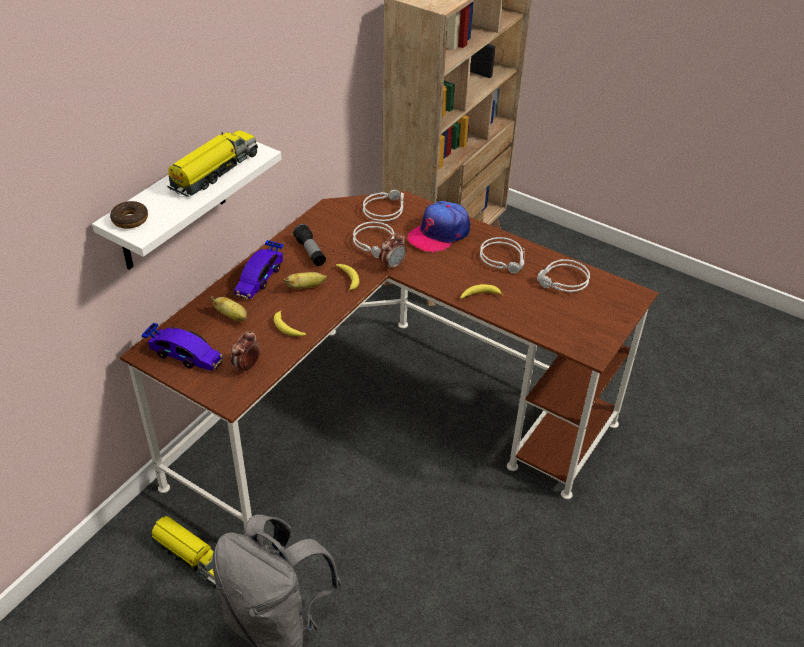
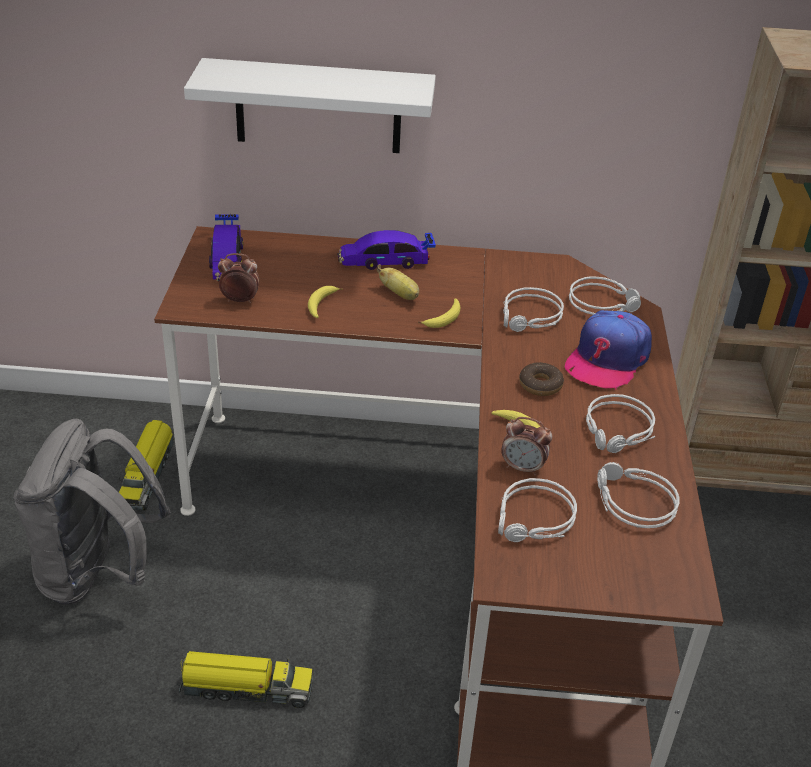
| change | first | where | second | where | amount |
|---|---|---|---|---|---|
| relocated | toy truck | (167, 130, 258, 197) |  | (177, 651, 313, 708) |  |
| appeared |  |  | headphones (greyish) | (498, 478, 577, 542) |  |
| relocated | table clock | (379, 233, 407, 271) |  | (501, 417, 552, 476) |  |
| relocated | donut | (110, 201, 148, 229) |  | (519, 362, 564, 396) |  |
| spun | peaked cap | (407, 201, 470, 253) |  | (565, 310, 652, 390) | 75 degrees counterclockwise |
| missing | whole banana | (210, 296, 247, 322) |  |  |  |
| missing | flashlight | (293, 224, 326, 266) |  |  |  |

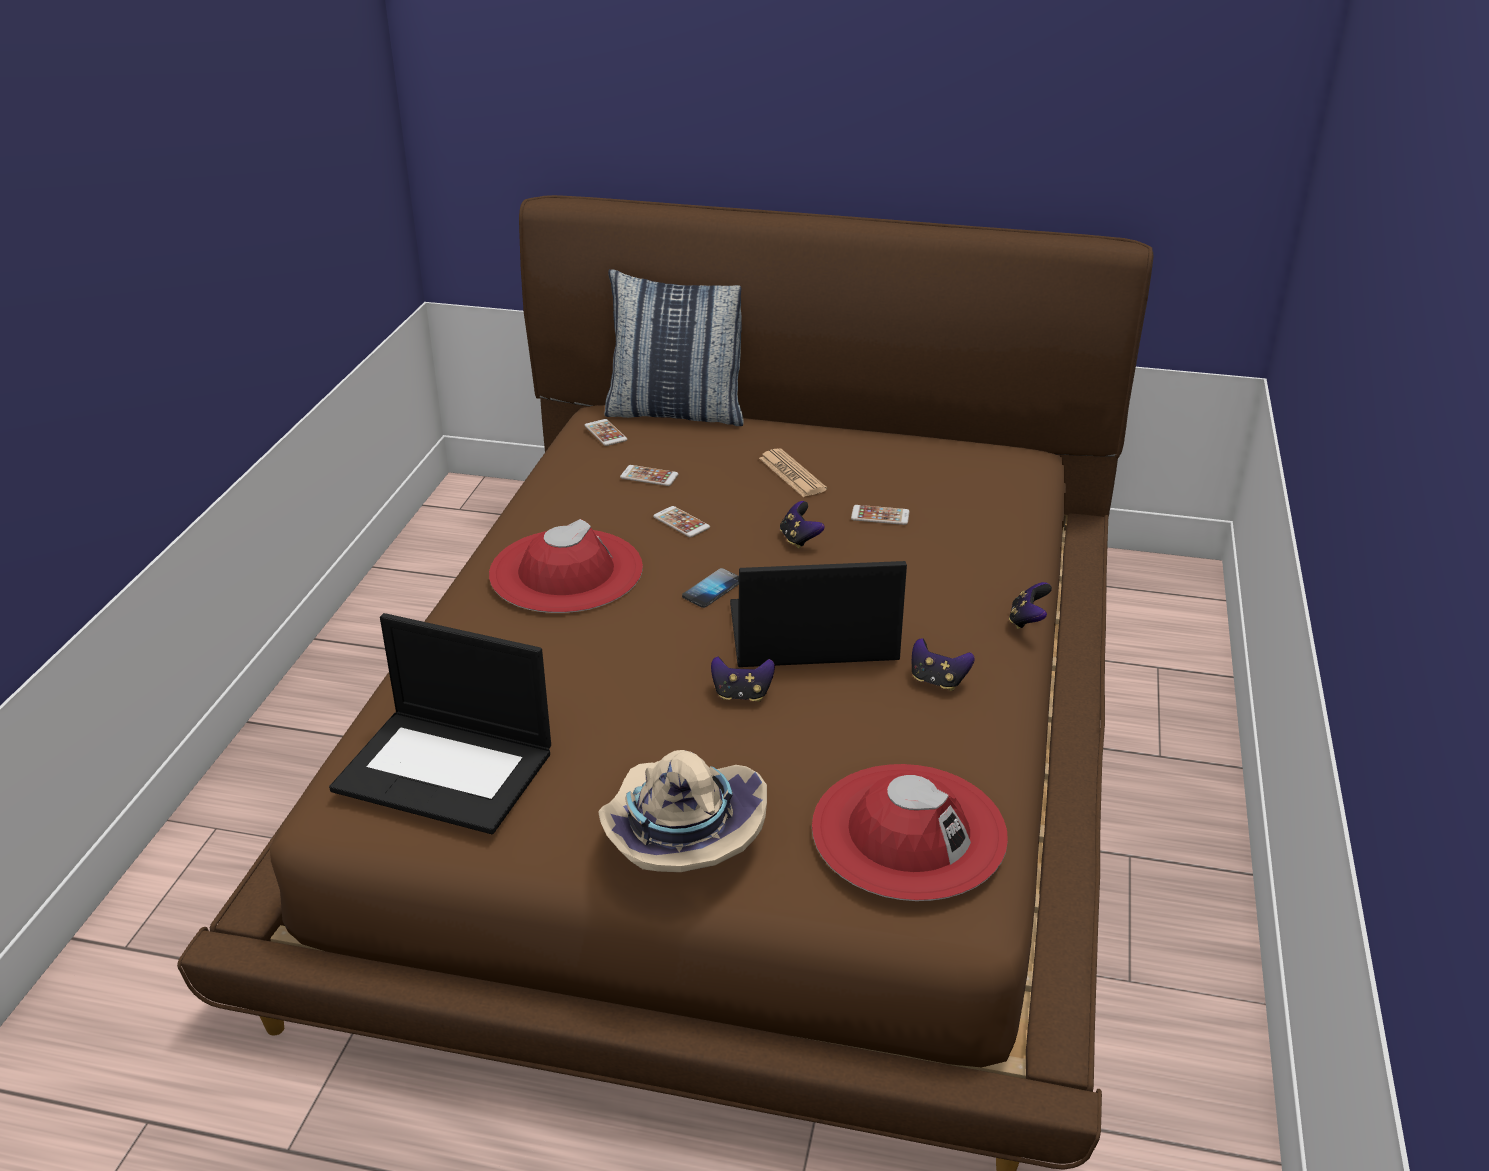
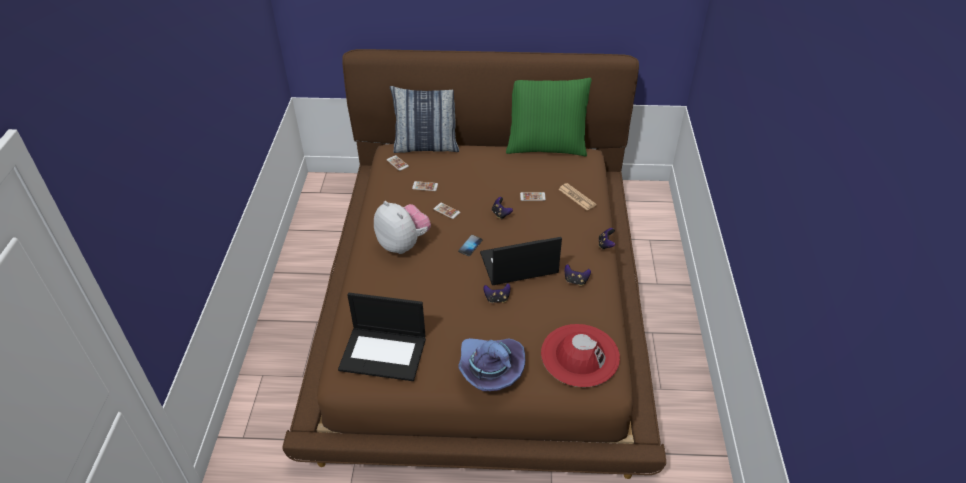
| change | first | where | second | where | amount |
|---|---|---|---|---|---|
| exchanged | wearable hat (reddish) | (489, 519, 643, 613) | cuddly toy | (374, 201, 431, 254) |  |
| colour | wearable hat (beige-coloured) | (598, 750, 767, 872) | wearable hat (purple) | (459, 338, 525, 391) |  |
| appeared |  |  | pillow (green) | (506, 78, 592, 156) |  |
| relocated | printed paper | (759, 448, 827, 497) |  | (558, 183, 596, 210) |  |

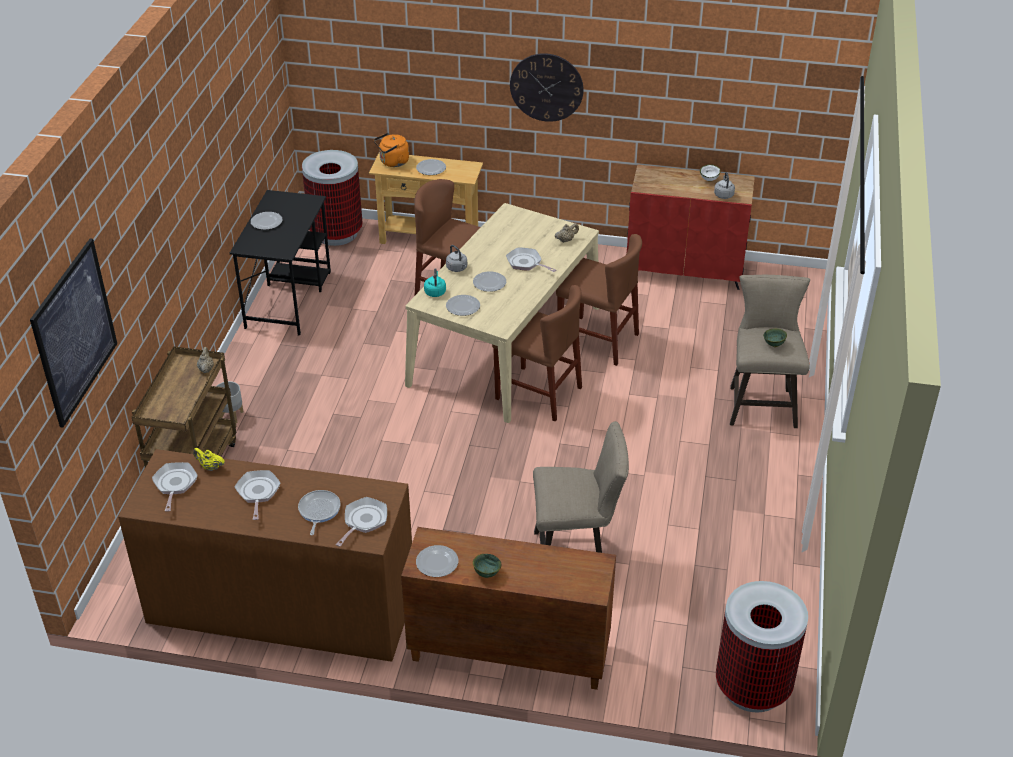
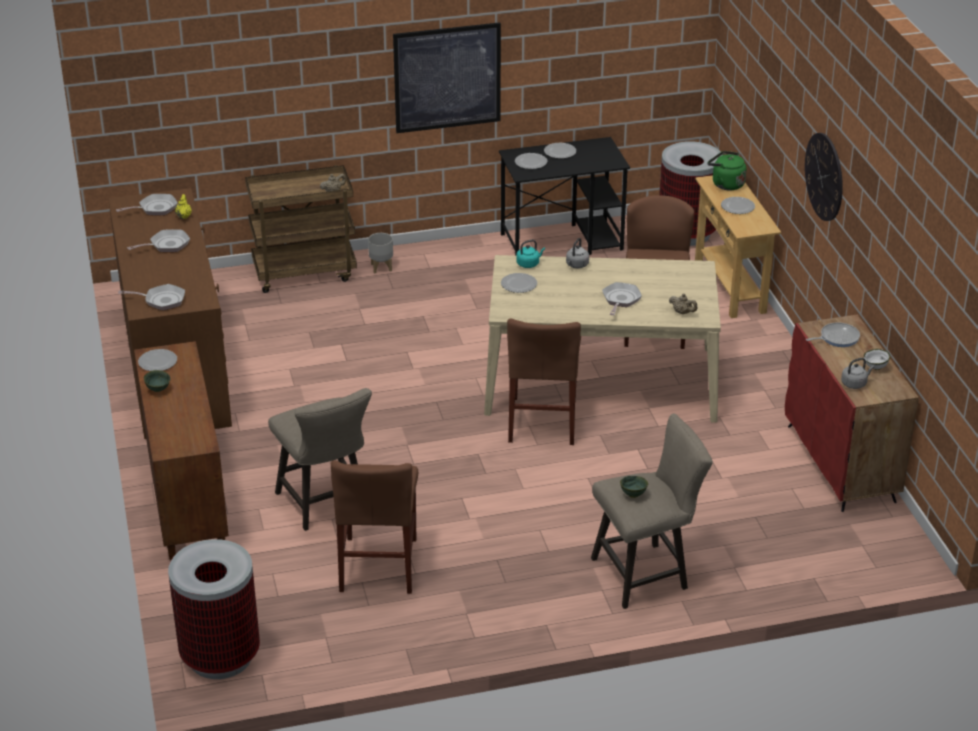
| change | first | where | second | where | amount |
|---|---|---|---|---|---|
| relocated | plain chair (brownish) | (556, 234, 642, 366) |  | (331, 460, 418, 594) |  |
| relocated | picture | (30, 238, 117, 428) |  | (393, 22, 501, 133) |  |
| relocated | dinner plate | (473, 271, 506, 292) |  | (515, 153, 547, 169) |  |
| colour | water kettle (orange) | (374, 133, 409, 167) | water kettle (green) | (708, 151, 746, 190) |  |
| relocated | frying pan | (298, 490, 341, 535) |  | (806, 322, 860, 347) |  |

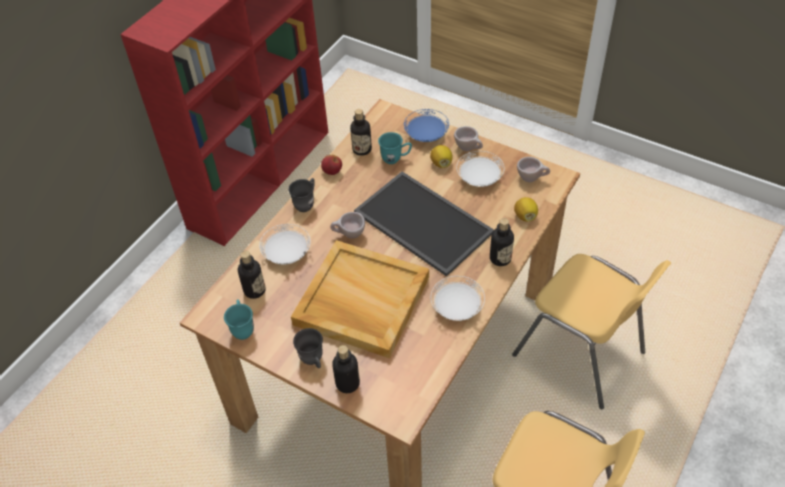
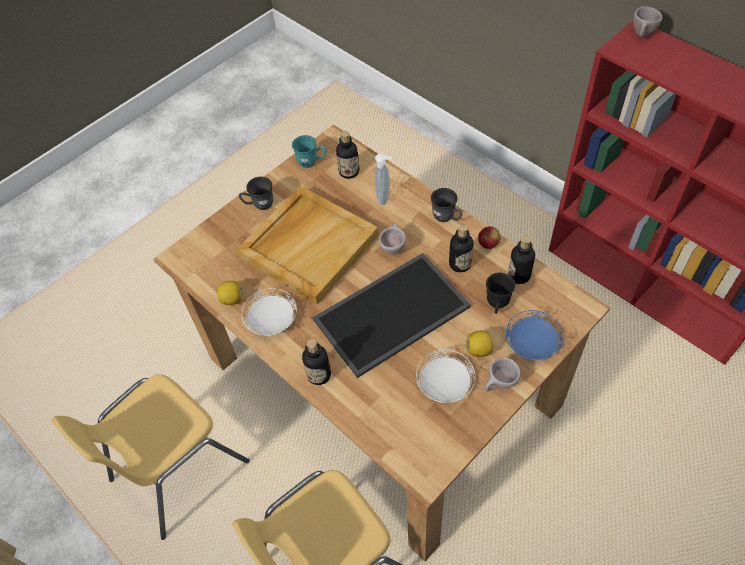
| change | first | where | second | where | amount |
|---|---|---|---|---|---|
| relocated | lemon | (514, 197, 538, 222) |  | (218, 281, 243, 305) |  |
| exchanged | dinner plate (white-coloured) | (259, 224, 310, 265) | soap dispenser | (375, 153, 392, 205) |  |
| relocated | drink bottle | (332, 345, 360, 393) |  | (449, 224, 474, 272) |  |
| colour | mug (turquoise-coloured) | (378, 132, 412, 164) | mug (black-coloured) | (486, 273, 515, 314) |  |
| relocated | cup (beige-coloured) | (517, 157, 550, 182) |  | (633, 6, 662, 37) |  |

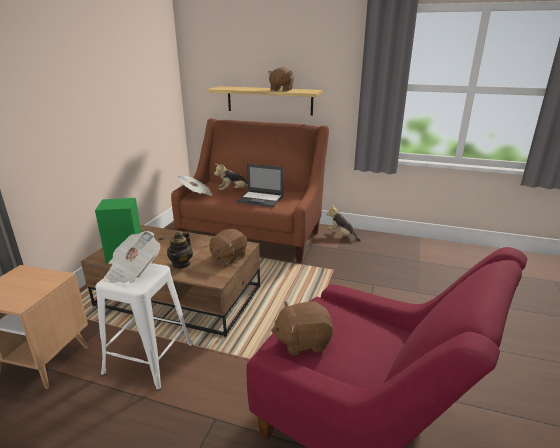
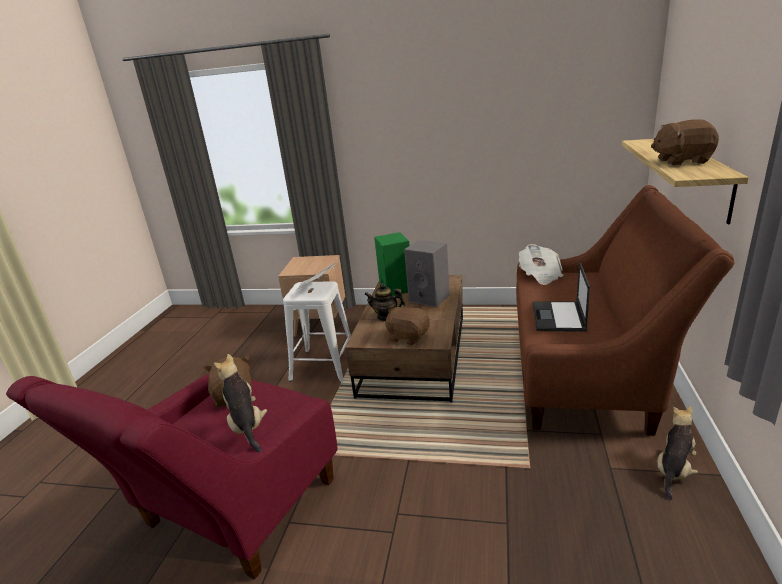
| change | first | where | second | where | amount |
|---|---|---|---|---|---|
| relocated | cuddly toy | (214, 163, 248, 190) |  | (214, 354, 267, 453) |  |
| appeared |  |  | loudspeaker (greyish) | (404, 240, 450, 307) |  |

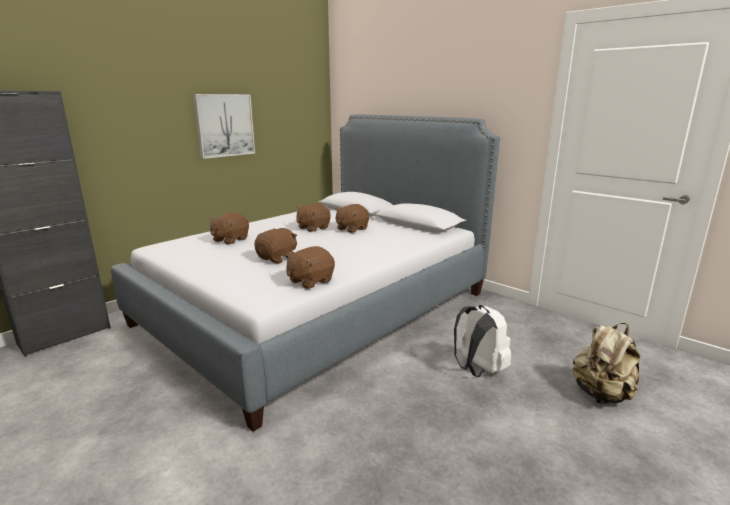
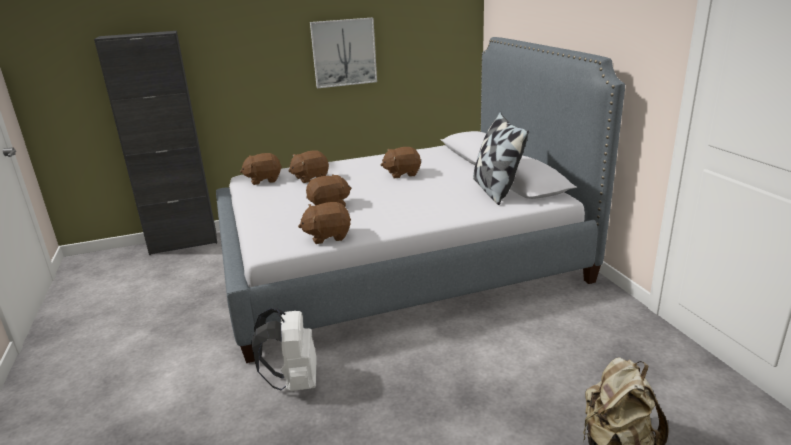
| change | first | where | second | where | amount |
|---|---|---|---|---|---|
| relocated | cuddly toy (brownish) | (335, 204, 369, 233) |  | (240, 153, 282, 185) |  |
| relocated | rucksack (white-coloured) | (454, 305, 511, 377) |  | (251, 308, 317, 391) |  |
| appeared |  |  | pillow | (473, 112, 529, 205) |  |

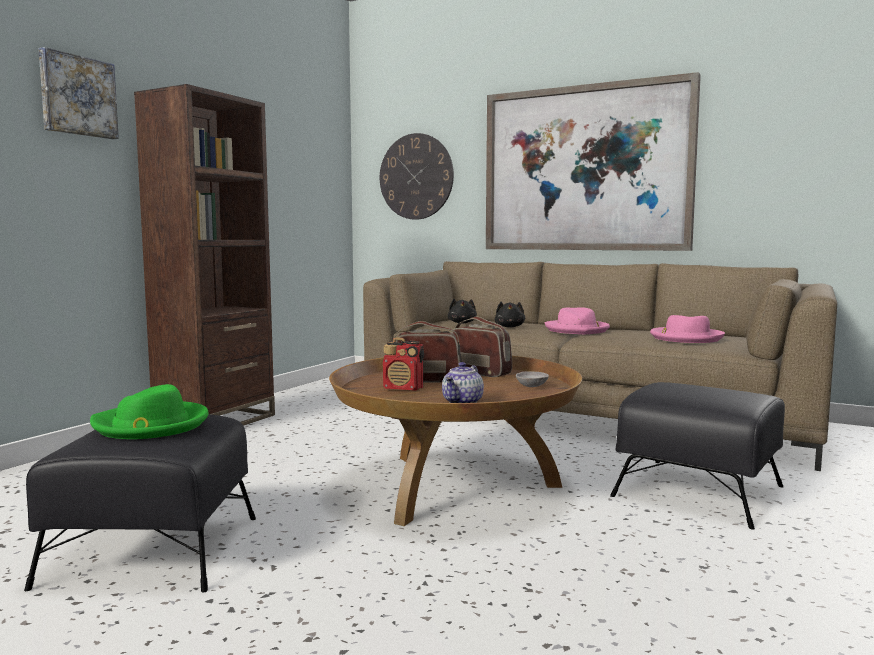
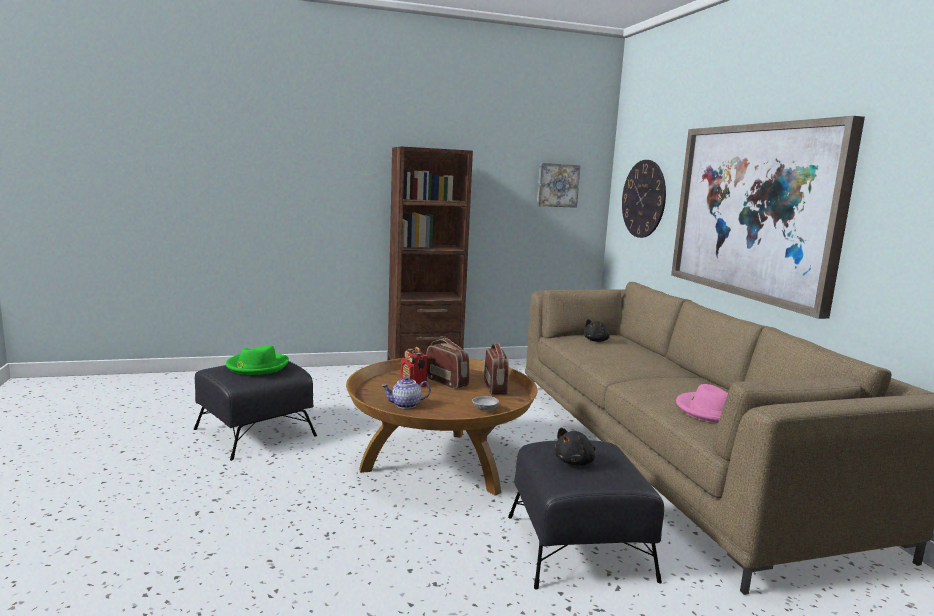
| change | first | where | second | where | amount |
|---|---|---|---|---|---|
| relocated | picture | (39, 47, 119, 139) |  | (537, 163, 580, 208) |  |
| relocated | cuddly toy (black-coloured) | (495, 301, 525, 328) |  | (554, 427, 595, 466) |  |
| missing | wearable hat (pink) | (545, 307, 610, 334) |  |  |  |

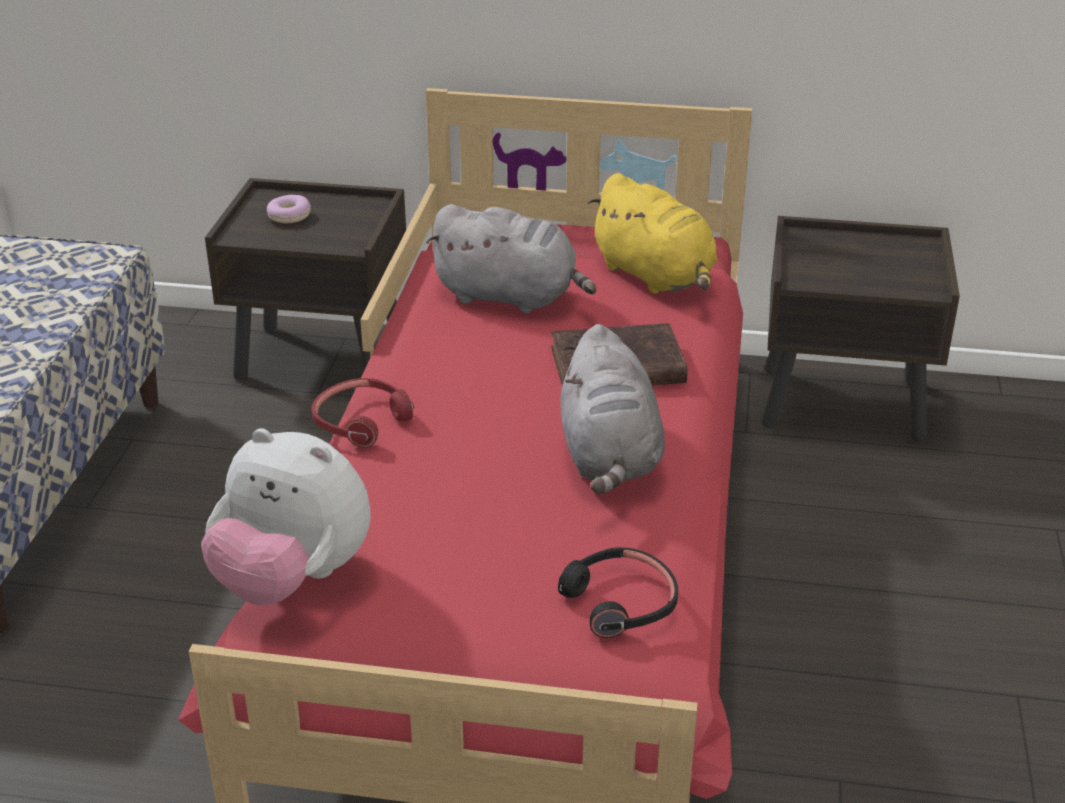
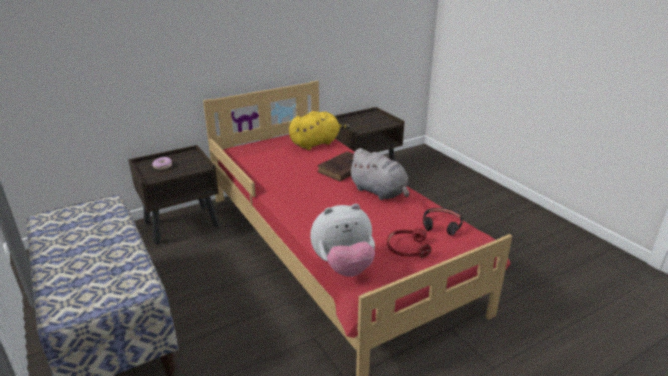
| change | first | where | second | where | amount |
|---|---|---|---|---|---|
| spun | cuddly toy (yellow-coloured) | (588, 173, 717, 294) |  | (289, 111, 350, 150) | 45 degrees counterclockwise |
| relocated | headphones (reddish) | (312, 378, 414, 448) |  | (387, 228, 431, 258) |  |
| missing | cuddly toy (greyish) | (426, 204, 596, 313) |  |  |  |

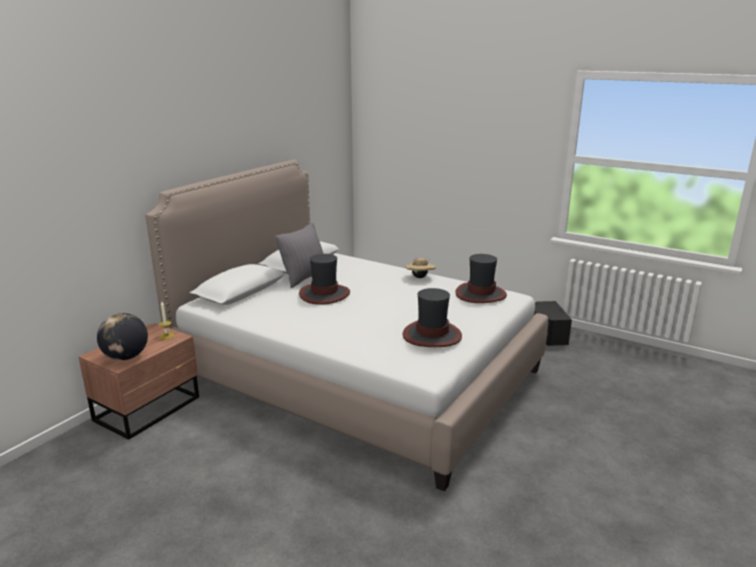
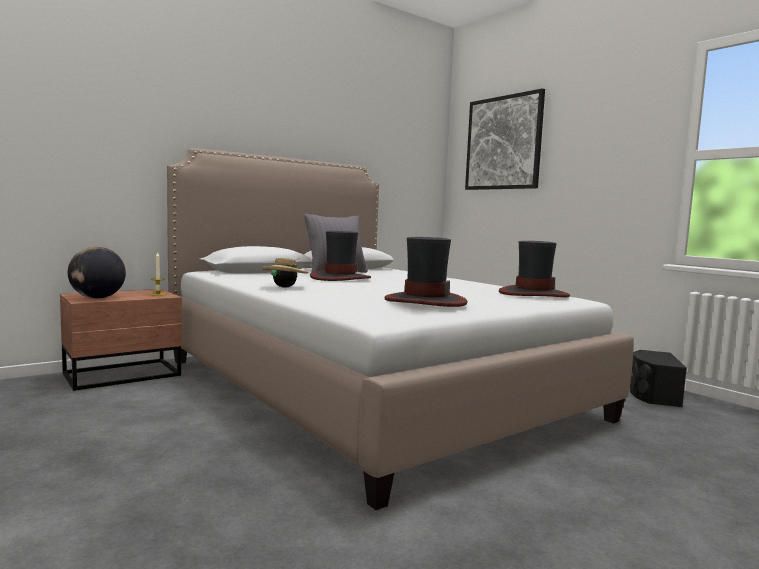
| change | first | where | second | where | amount |
|---|---|---|---|---|---|
| relocated | wearable hat (beige-coloured) | (405, 258, 436, 278) |  | (262, 258, 309, 288) |  |
| appeared |  |  | picture | (465, 88, 545, 190) |  |

